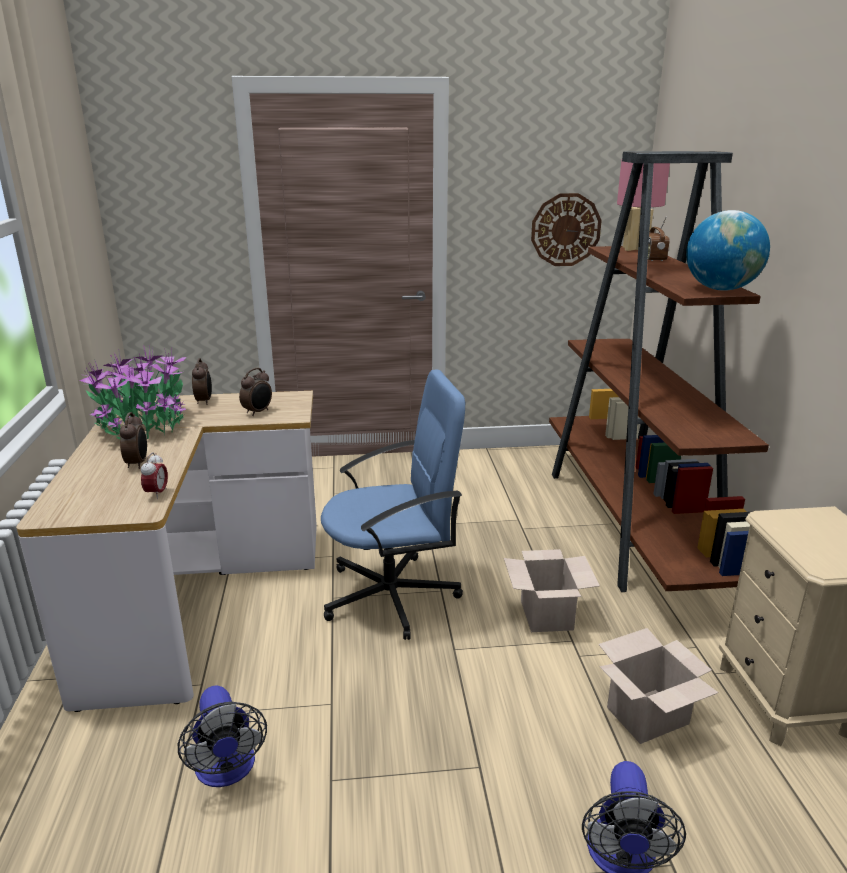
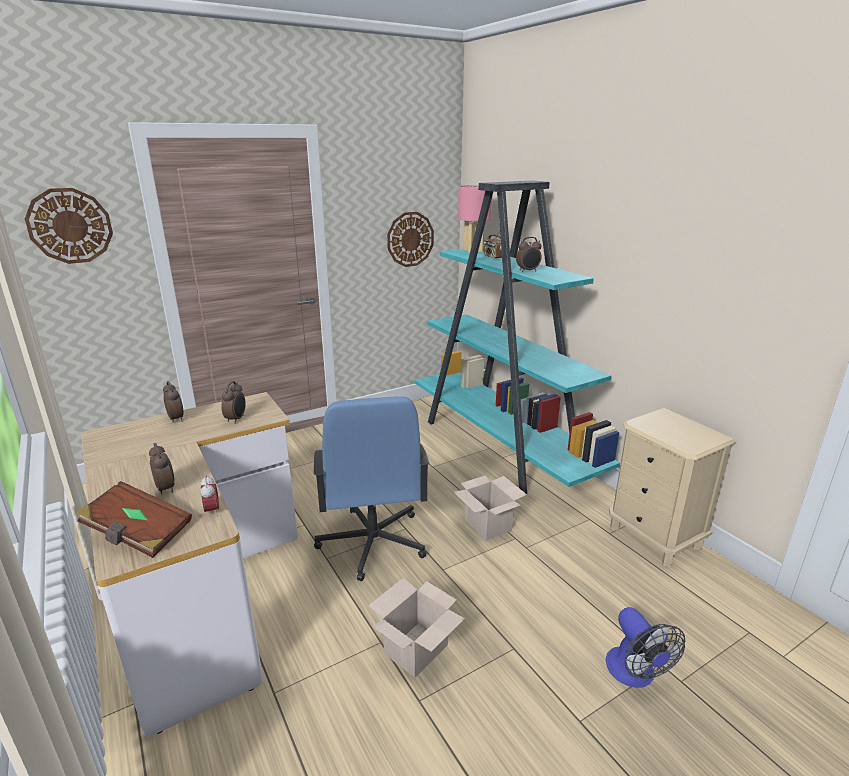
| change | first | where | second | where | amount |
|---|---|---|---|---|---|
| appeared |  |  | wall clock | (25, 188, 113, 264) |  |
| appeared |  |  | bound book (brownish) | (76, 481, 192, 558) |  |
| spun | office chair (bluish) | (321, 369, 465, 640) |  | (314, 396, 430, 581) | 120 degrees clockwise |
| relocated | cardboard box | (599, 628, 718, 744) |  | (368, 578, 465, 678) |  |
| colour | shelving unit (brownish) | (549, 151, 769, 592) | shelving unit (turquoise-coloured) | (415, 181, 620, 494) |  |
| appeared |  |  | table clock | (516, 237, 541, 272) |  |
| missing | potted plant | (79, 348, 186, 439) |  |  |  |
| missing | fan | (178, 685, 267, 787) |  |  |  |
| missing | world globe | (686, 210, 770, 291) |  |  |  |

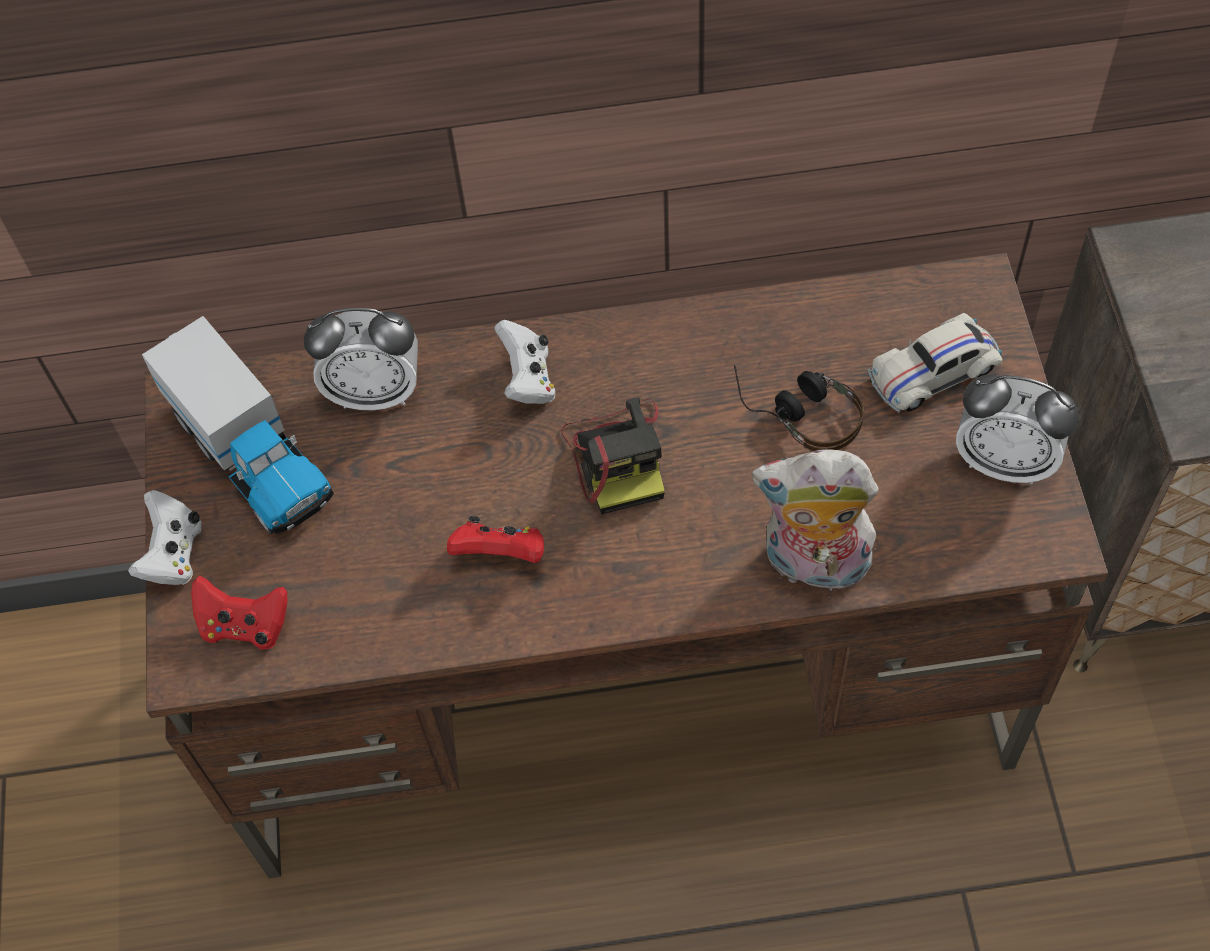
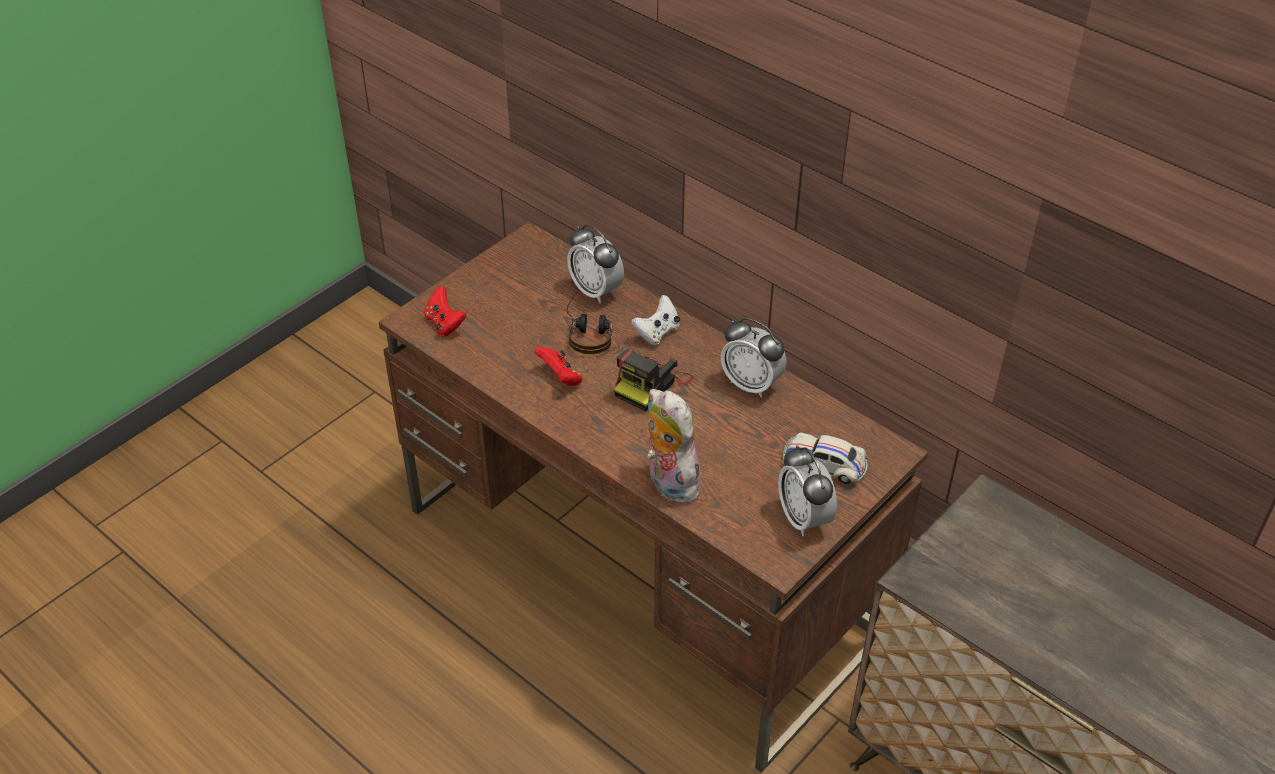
| change | first | where | second | where | amount |
|---|---|---|---|---|---|
| relocated | headphones | (734, 365, 864, 451) |  | (567, 289, 612, 354) |  |
| appeared |  |  | table clock | (721, 318, 786, 398) |  |
| missing | joypad (white-coloured) | (128, 490, 202, 585) |  |  |  |
| missing | toy truck | (142, 316, 334, 534) |  |  |  |

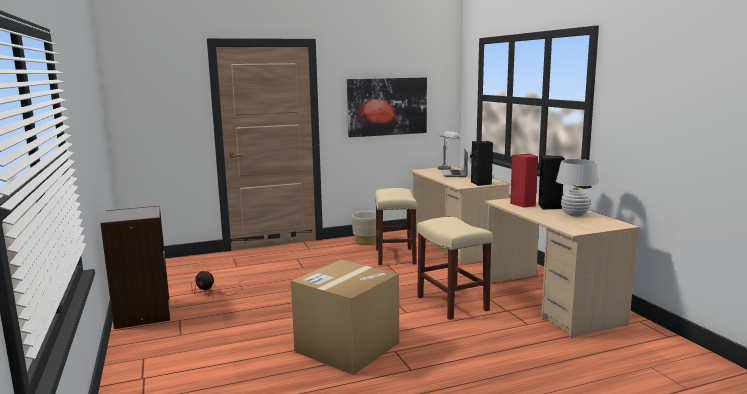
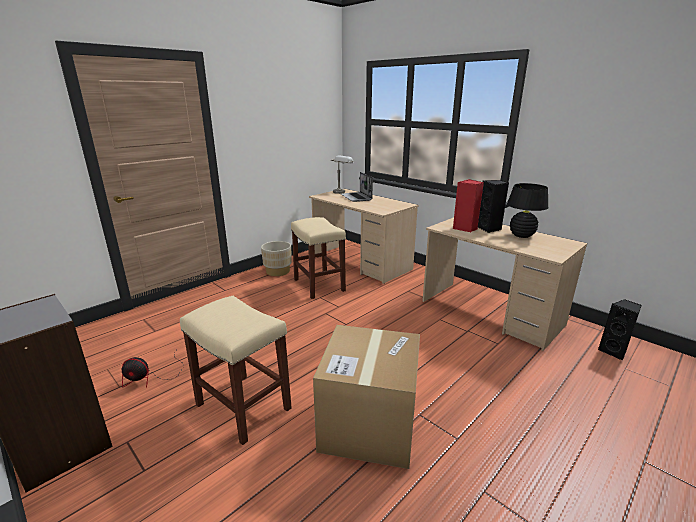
| change | first | where | second | where | amount |
|---|---|---|---|---|---|
| relocated | sitting stool (beige-coloured) | (417, 217, 493, 320) |  | (180, 296, 292, 445) |  |
| colour | tabletop lamp (white-coloured) | (556, 159, 599, 217) | tabletop lamp (black-coloured) | (507, 183, 548, 238) |  |
| relocated | loudspeaker (black-coloured) | (471, 141, 493, 186) |  | (598, 299, 642, 360) |  |
| missing | picture | (347, 78, 427, 137) |  |  |  |

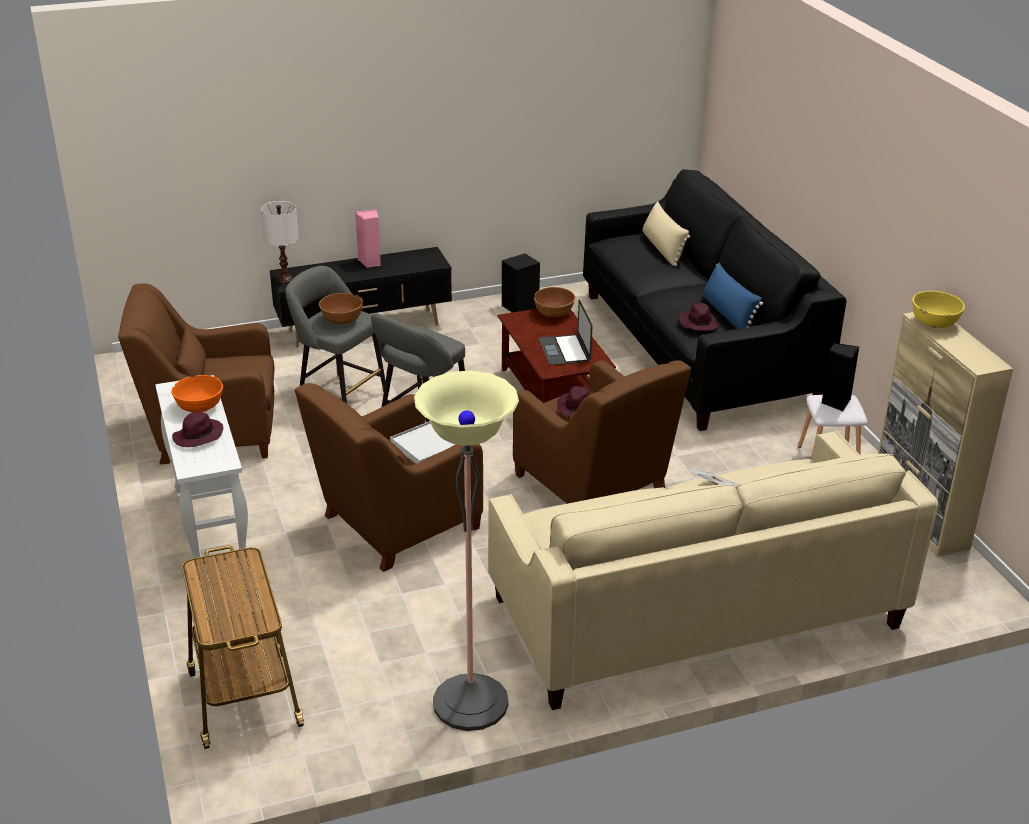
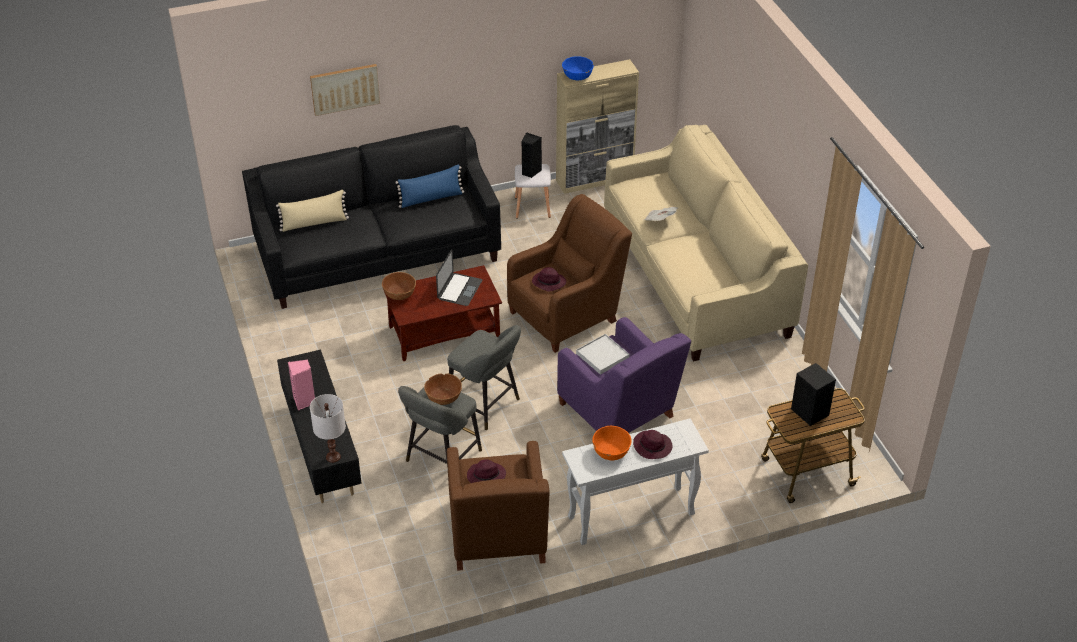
| change | first | where | second | where | amount |
|---|---|---|---|---|---|
| appeared |  |  | picture | (310, 64, 380, 116) |  |
| spun | notebook computer | (539, 300, 592, 365) |  | (436, 249, 482, 306) | 60 degrees counterclockwise |
| relocated | wearable hat (purple) | (679, 303, 719, 331) |  | (467, 459, 506, 483) |  |
| colour | easy chair (brownish) | (295, 383, 483, 572) | easy chair (purple) | (557, 317, 691, 433) |  |
| colour | deep dish (yellow-coloured) | (912, 291, 965, 328) | deep dish (bluish) | (562, 56, 594, 80) |  |
| relocated | loudspeaker (black-coloured) | (502, 253, 540, 313) |  | (791, 363, 836, 426) |  |
| missing | standard lamp | (414, 371, 519, 731) |  |  |  |

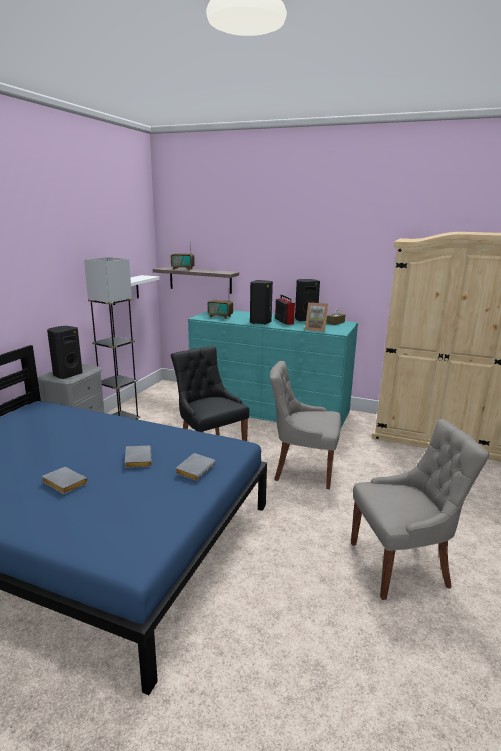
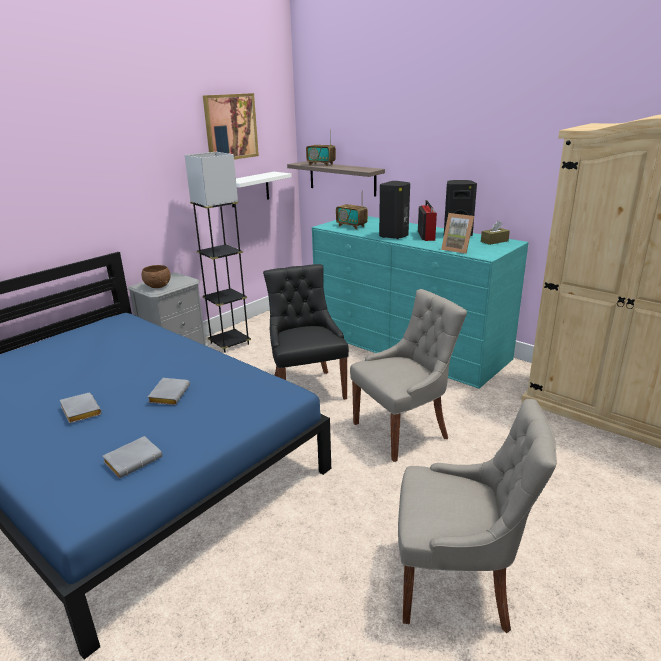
| change | first | where | second | where | amount |
|---|---|---|---|---|---|
| relocated | bound book (greyish) | (175, 453, 216, 481) |  | (102, 436, 162, 479) |  |
| exchanged | loudspeaker (black-coloured) | (47, 326, 83, 379) | deep dish (brownish) | (142, 265, 171, 288) |  |
| appeared |  |  | picture | (203, 93, 259, 160) |  |
| spun | plain chair (greyish) | (270, 361, 341, 489) |  | (350, 289, 467, 462) | 120 degrees clockwise |

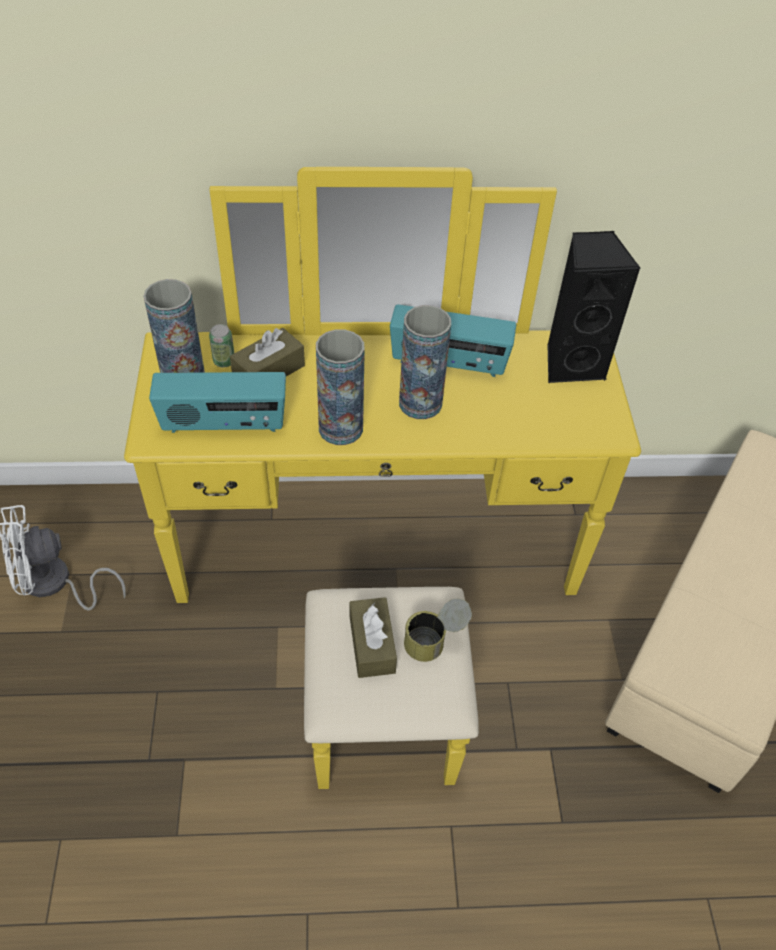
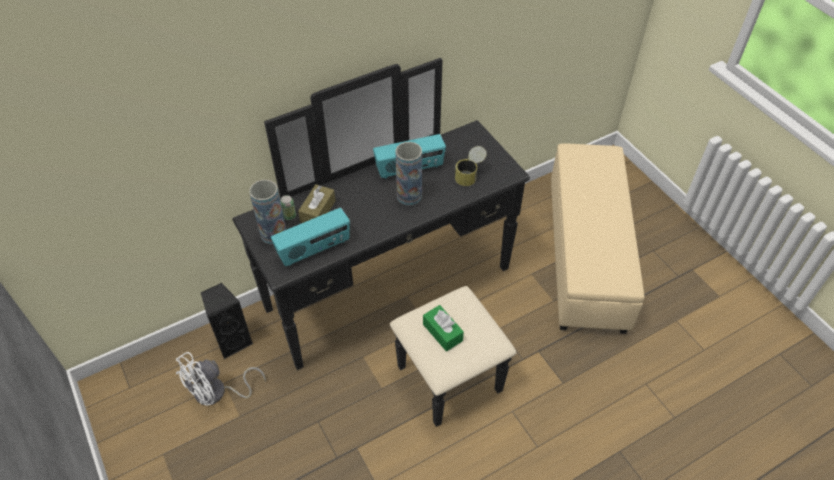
| change | first | where | second | where | amount |
|---|---|---|---|---|---|
| relocated | loudspeaker (black-coloured) | (547, 231, 641, 383) |  | (201, 283, 254, 359) |  |
| colour | dresser (yellow-coloured) | (124, 167, 641, 789) | dresser (black-coloured) | (232, 58, 530, 427) |  |
| colour | tissue box (brownish) | (350, 597, 397, 678) | tissue box (green) | (423, 305, 464, 351) |  |
| relocated | metal can | (404, 599, 472, 662) |  | (455, 146, 487, 186) |  |
| missing | vase | (316, 329, 365, 445) |  |  |  |

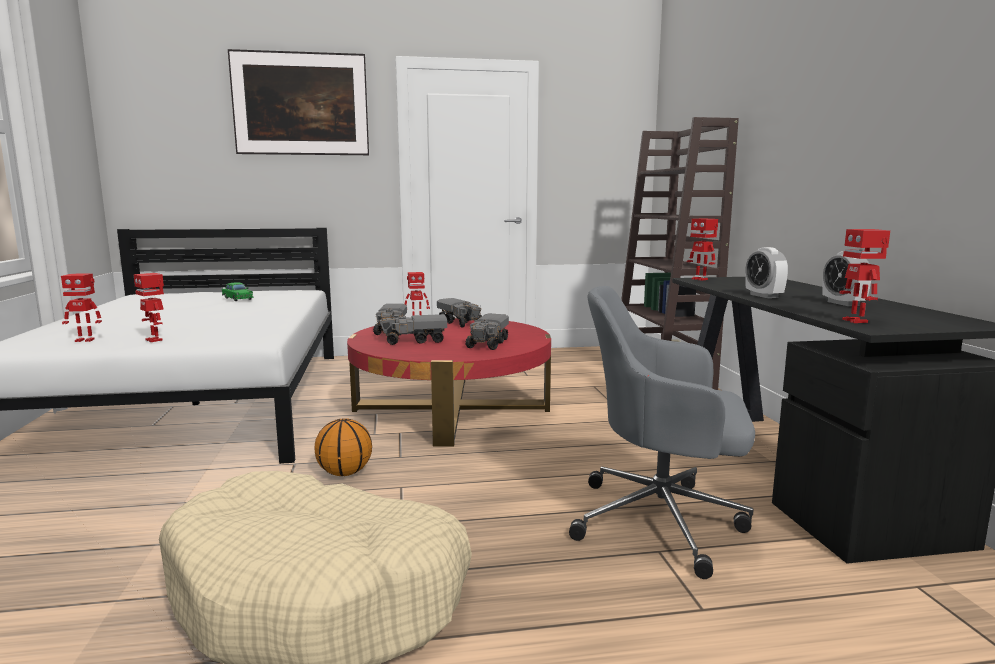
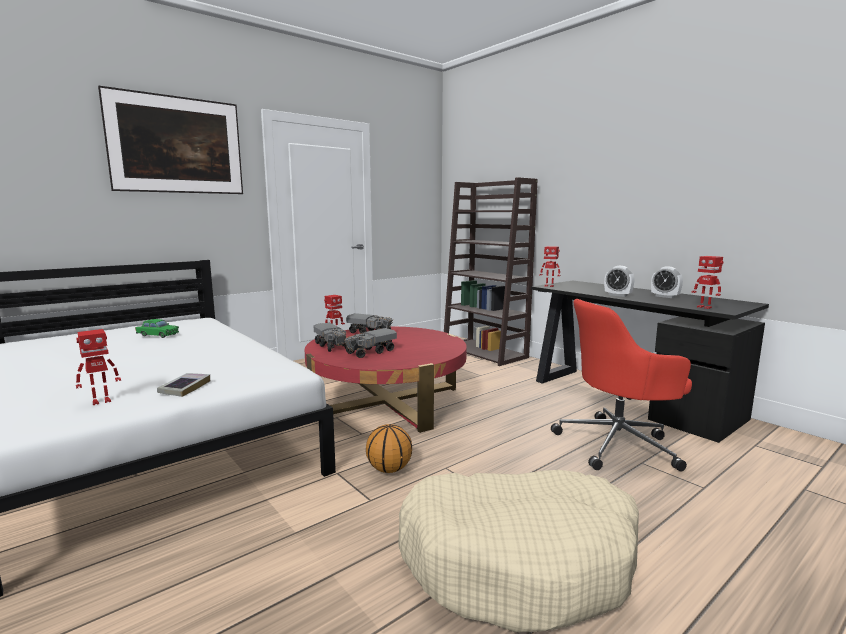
| change | first | where | second | where | amount |
|---|---|---|---|---|---|
| exchanged | model robot | (133, 273, 164, 342) | bound book | (157, 373, 210, 397) |  |
| colour | office chair (greyish) | (569, 286, 755, 579) | office chair (reddish) | (551, 299, 692, 472) |  |
| missing | toy truck | (465, 313, 509, 350) |  |  |  |

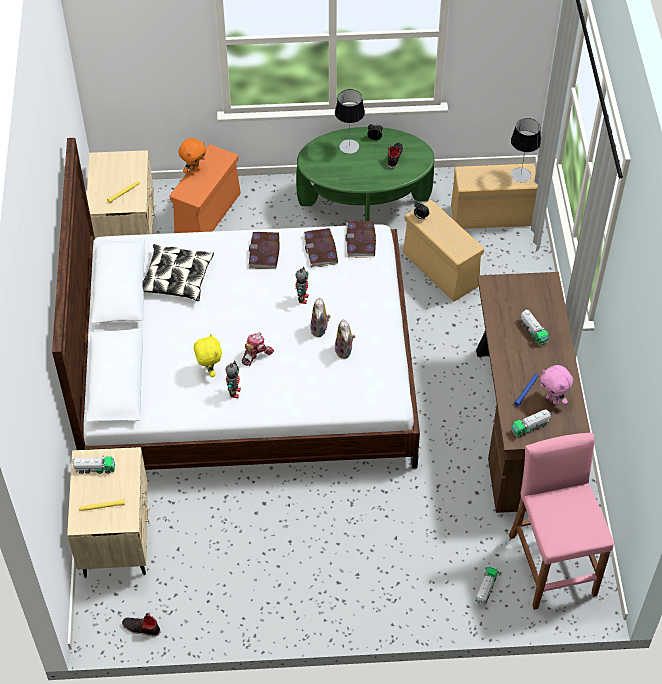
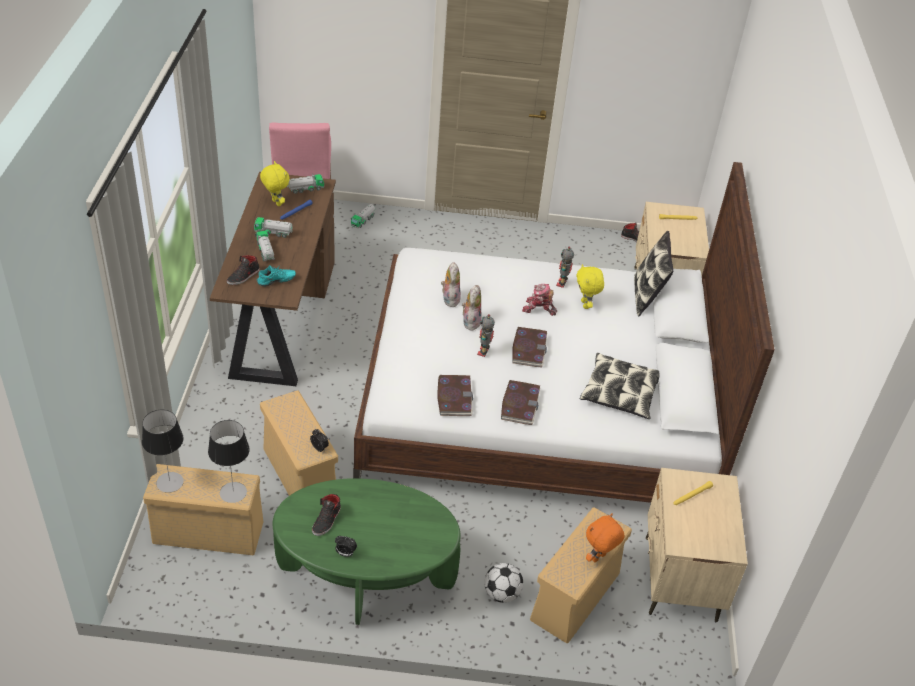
| change | first | where | second | where | amount |
|---|---|---|---|---|---|
| relocated | tabletop lamp | (335, 89, 365, 154) |  | (208, 420, 250, 503) |  |
| appeared |  |  | shoe (black-coloured) | (227, 255, 260, 285) |  |
| relocated | toy truck | (72, 456, 115, 474) |  | (254, 217, 293, 238) |  |
| appeared |  |  | shoe (turquoise-coloured) | (257, 265, 296, 287) |  |
| colour | cuddly toy (pink) | (540, 365, 573, 405) | cuddly toy (yellow-coloured) | (260, 161, 290, 206) |  |
| appeared |  |  | ball for football | (484, 563, 523, 603) |  |
| relocated | bound book | (345, 221, 376, 258) |  | (512, 327, 547, 367) |  |
| spun | model robot | (242, 332, 275, 366) |  | (522, 284, 557, 316) | 60 degrees clockwise |
| colour | storage container (orange) | (169, 144, 241, 233) | storage container (beige-coloured) | (530, 507, 632, 643) |  |
| appeared |  |  | pillow | (634, 231, 674, 316) |  |

